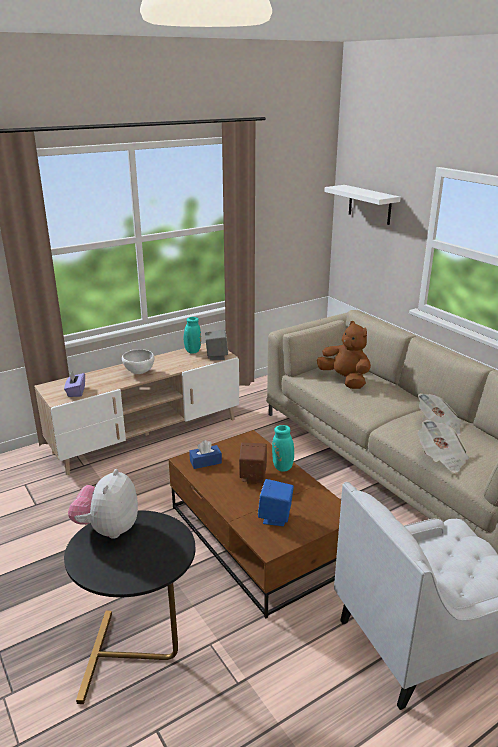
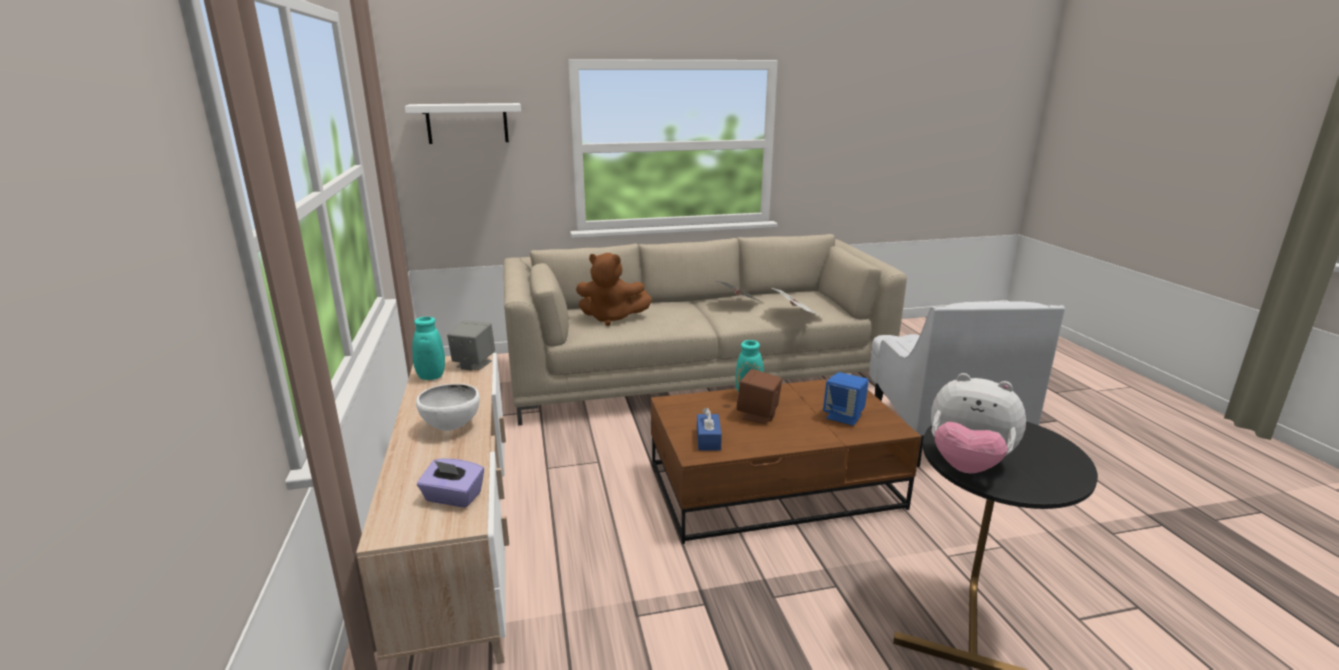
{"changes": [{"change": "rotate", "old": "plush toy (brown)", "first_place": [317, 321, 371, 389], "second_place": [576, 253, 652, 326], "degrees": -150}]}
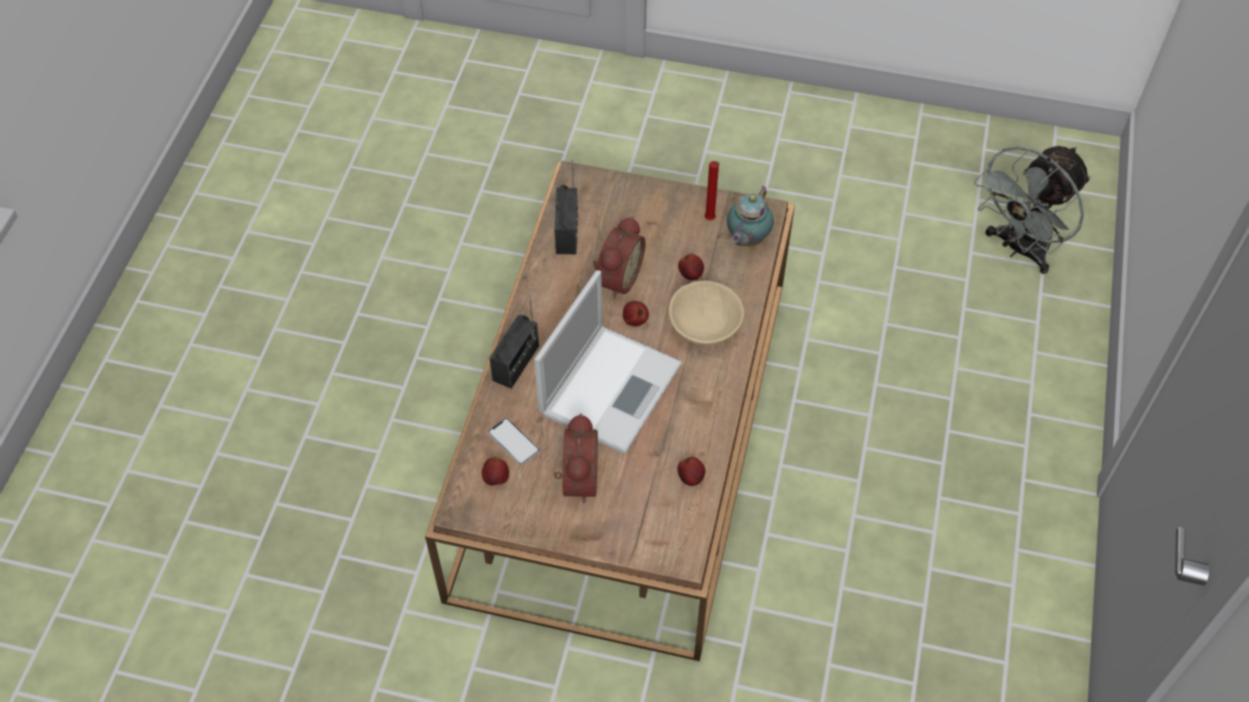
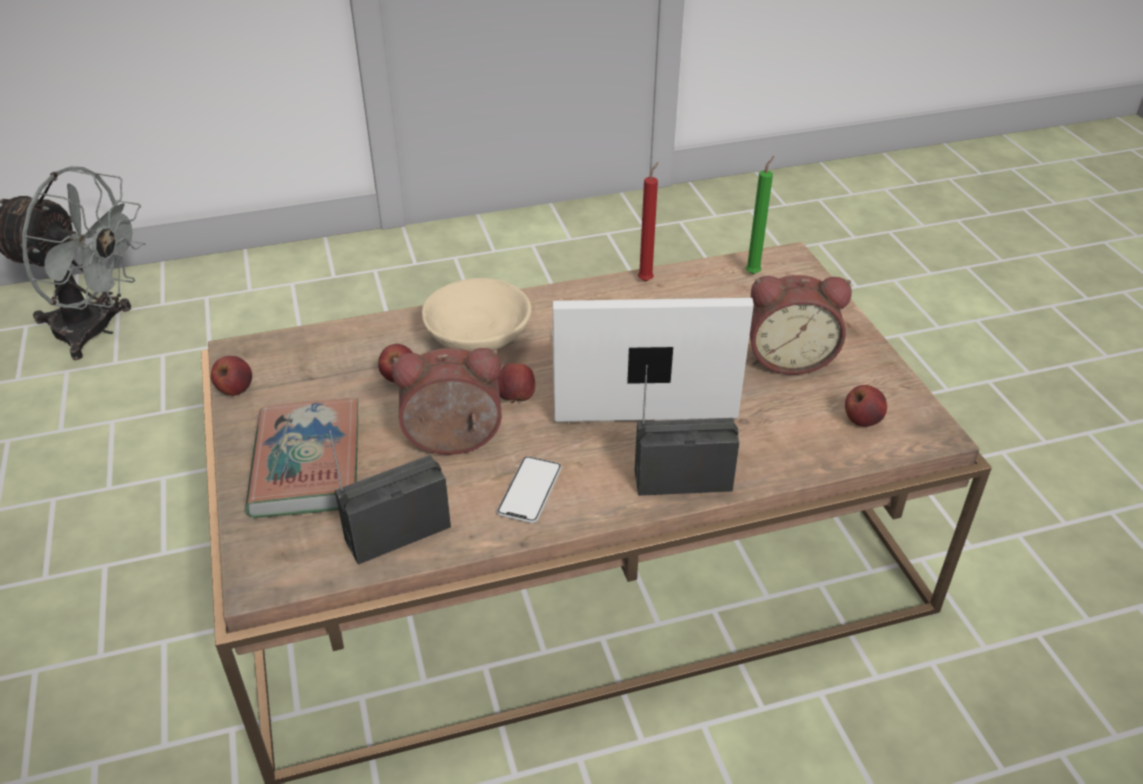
{"changes": [{"change": "move", "old": "candle (red)", "first_place": [704, 161, 720, 220], "second_place": [638, 162, 659, 282]}, {"change": "delete", "old": "teapot", "first_place": [727, 185, 774, 247]}, {"change": "rotate", "old": "alarm clock", "first_place": [554, 413, 598, 503], "second_place": [750, 275, 852, 375], "degrees": -150}, {"change": "move", "old": "phone", "first_place": [488, 418, 540, 465], "second_place": [497, 456, 562, 523]}, {"change": "move", "old": "apple", "first_place": [678, 457, 705, 486], "second_place": [211, 356, 252, 396]}, {"change": "insert", "new": "candle (green)", "second_place": [746, 156, 775, 274]}, {"change": "insert", "new": "book", "second_place": [245, 398, 358, 518]}]}
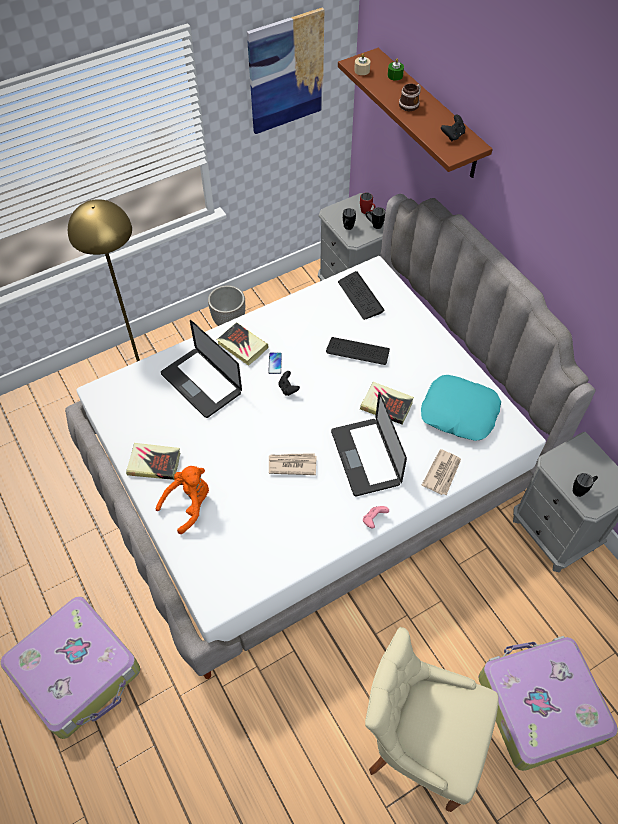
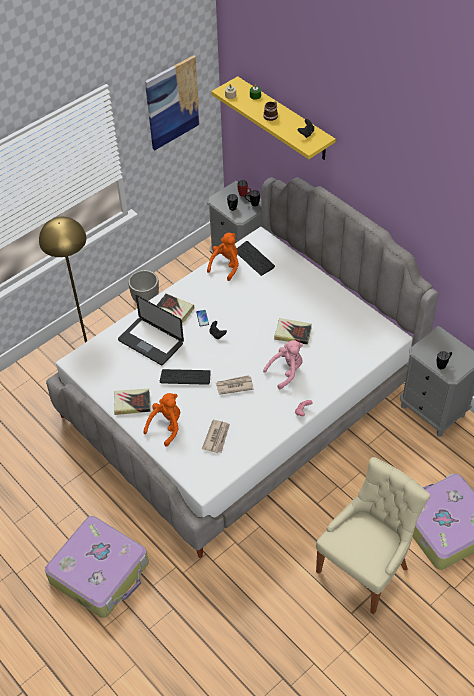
{"changes": [{"change": "recolor", "old": "shelf (brown)", "new": "shelf (yellow)", "first_place": [338, 48, 493, 178], "second_place": [211, 76, 336, 160]}, {"change": "move", "old": "keyboard", "first_place": [326, 337, 390, 365], "second_place": [160, 369, 211, 385]}, {"change": "delete", "old": "pillow (turquoise)", "first_place": [421, 375, 501, 441]}, {"change": "replace", "old": "laptop", "new": "plush toy (pink)", "first_place": [331, 392, 407, 496], "second_place": [263, 340, 303, 389]}, {"change": "move", "old": "newspaper", "first_place": [422, 449, 461, 495], "second_place": [202, 420, 230, 453]}, {"change": "rotate", "old": "chair (beige)", "first_place": [365, 627, 499, 812], "second_place": [316, 457, 430, 615], "degrees": 120}, {"change": "insert", "new": "plush toy (orange)", "second_place": [207, 233, 239, 281]}]}
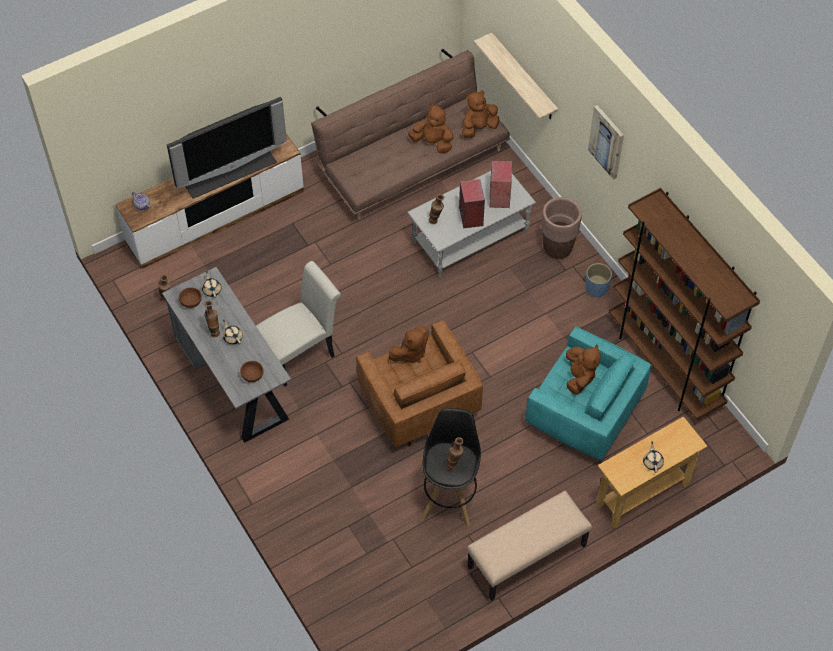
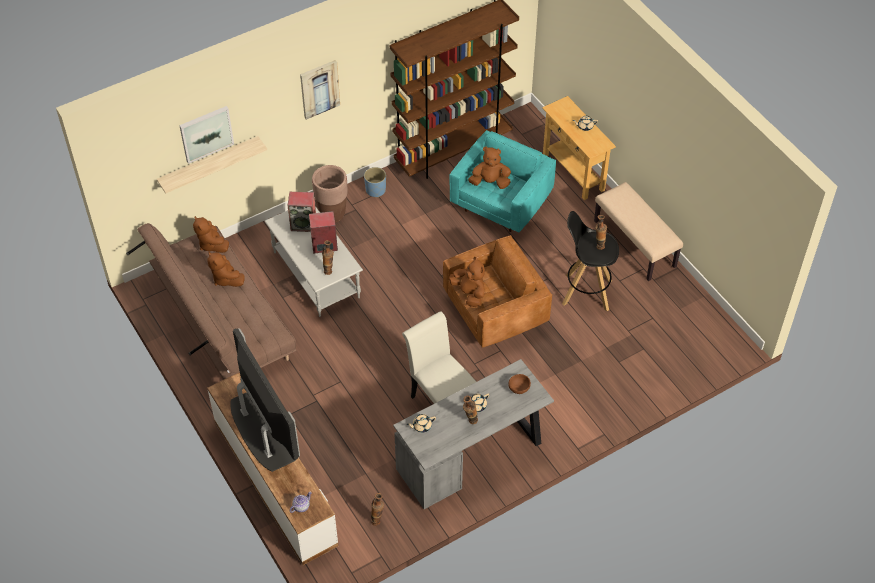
{"changes": [{"change": "rotate", "old": "plush toy (brown)", "first_place": [408, 104, 454, 153], "second_place": [207, 252, 245, 287], "degrees": -60}, {"change": "delete", "old": "bowl (brown)", "first_place": [179, 287, 202, 308]}, {"change": "insert", "new": "picture", "second_place": [179, 106, 234, 164]}]}
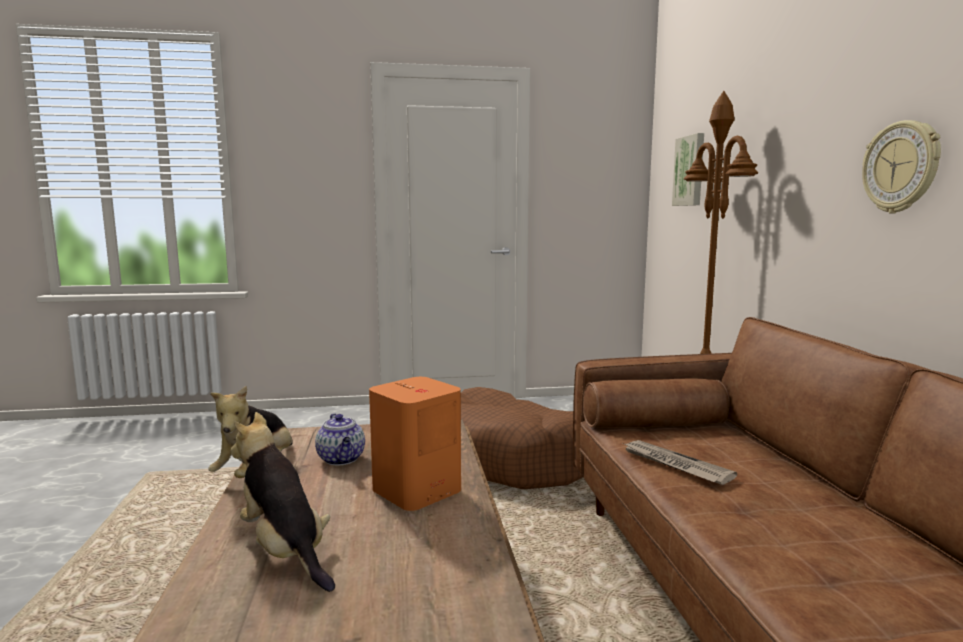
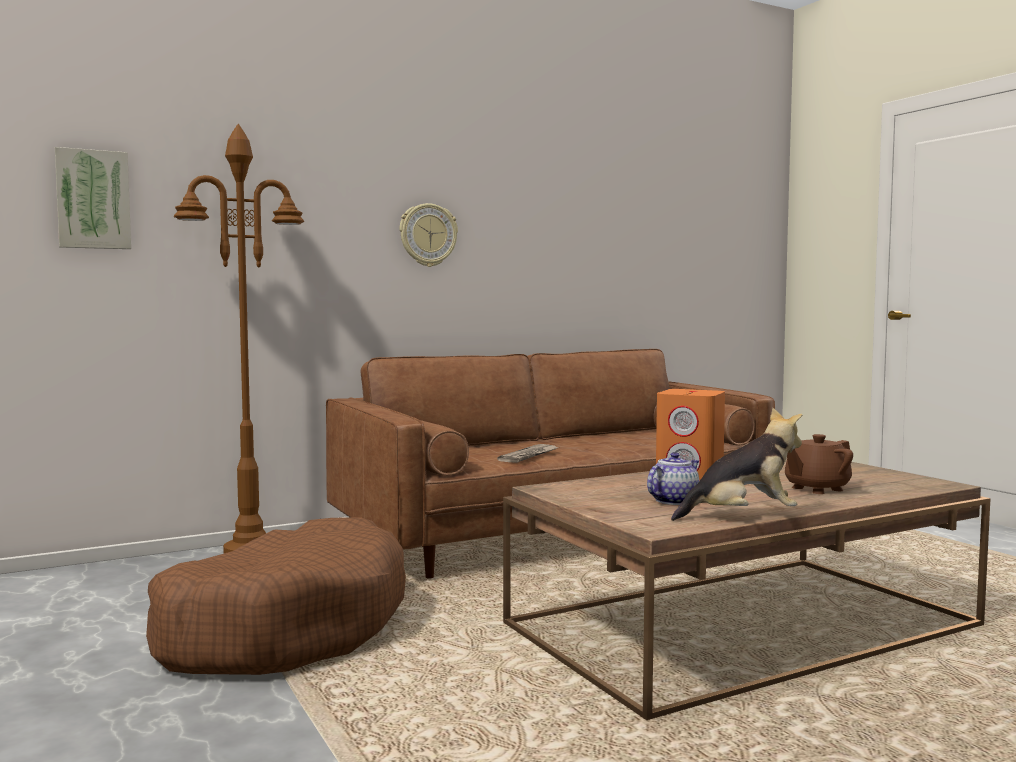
{"changes": [{"change": "replace", "old": "plush toy", "new": "teapot (brown)", "first_place": [230, 412, 335, 592], "second_place": [785, 434, 853, 494]}]}
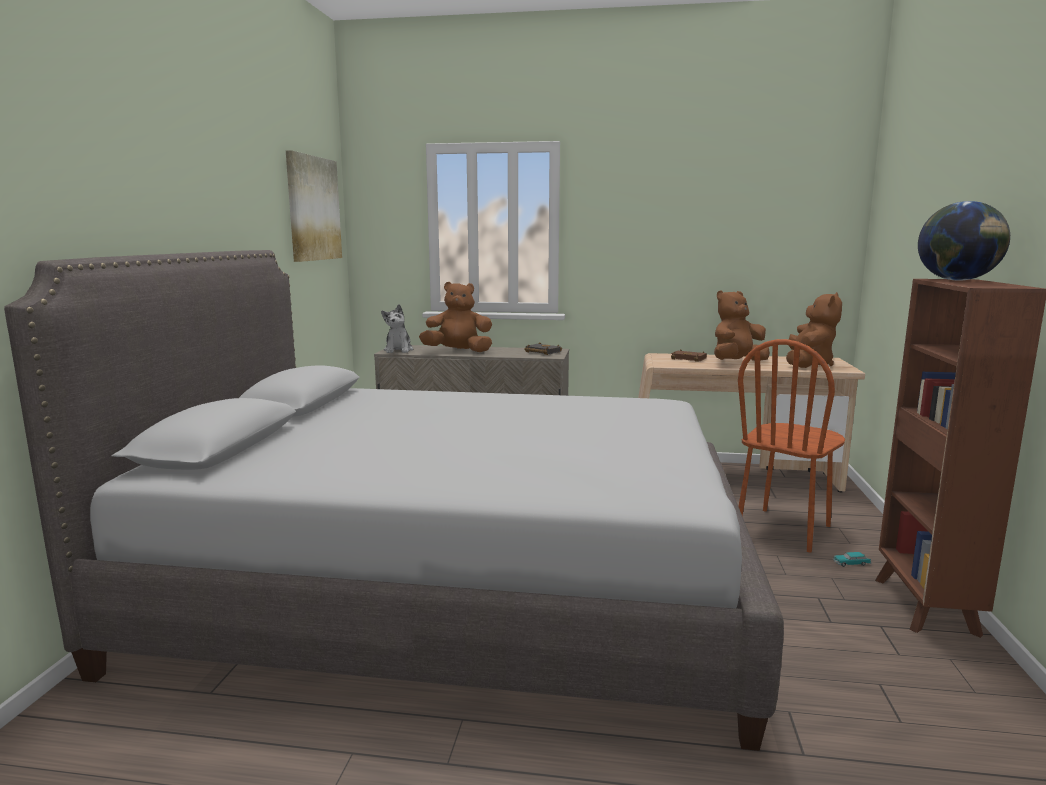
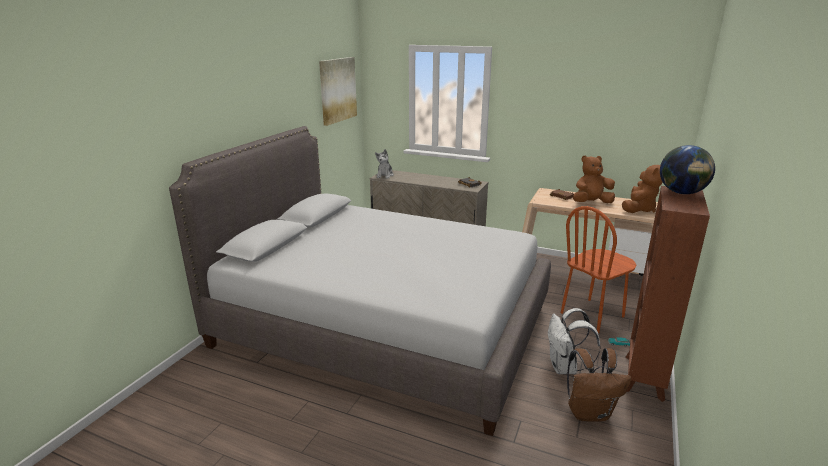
{"changes": [{"change": "delete", "old": "plush toy (brown)", "first_place": [419, 282, 492, 352]}, {"change": "insert", "new": "backpack (white)", "second_place": [548, 308, 600, 374]}, {"change": "insert", "new": "backpack (brown)", "second_place": [567, 348, 631, 422]}]}
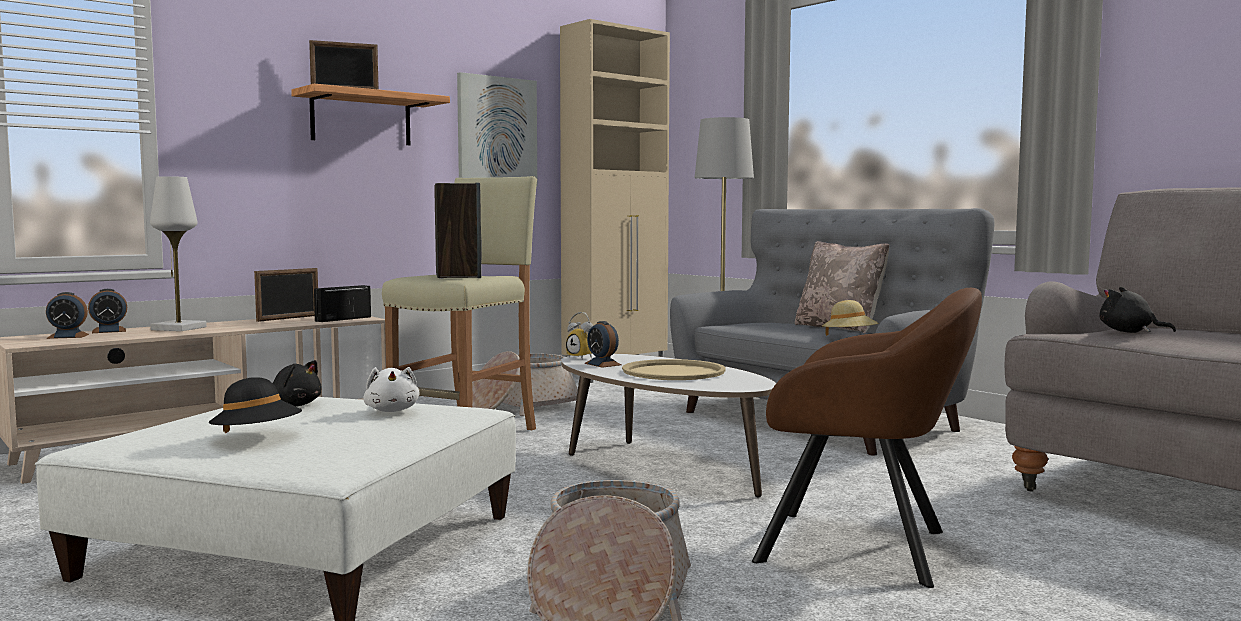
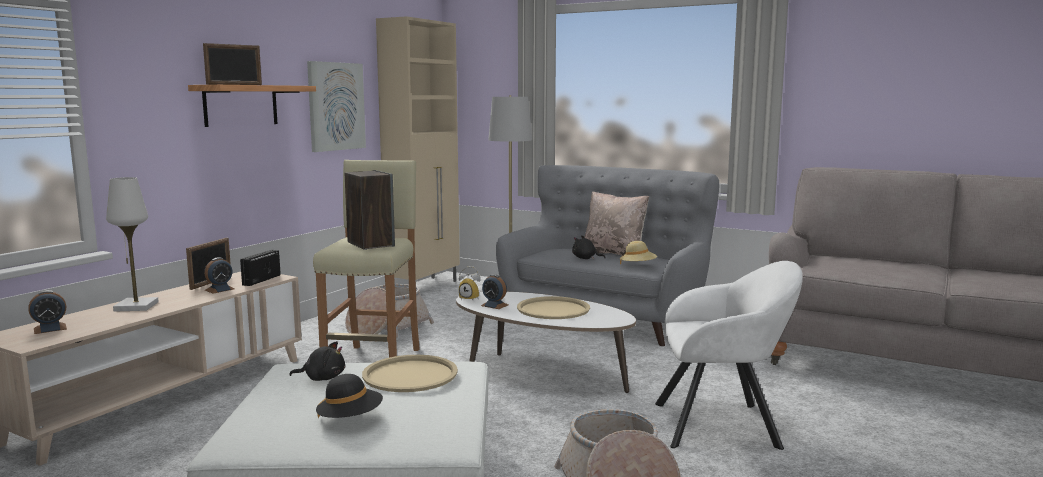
{"changes": [{"change": "move", "old": "plush toy (black)", "first_place": [1099, 287, 1176, 333], "second_place": [572, 235, 605, 259]}, {"change": "recolor", "old": "armchair (brown)", "new": "armchair (white)", "first_place": [752, 288, 982, 588], "second_place": [655, 261, 803, 450]}, {"change": "move", "old": "alarm clock", "first_place": [88, 289, 127, 333], "second_place": [204, 257, 235, 294]}, {"change": "replace", "old": "plush toy (white)", "new": "tray (beige)", "first_place": [363, 367, 419, 412], "second_place": [362, 355, 458, 392]}]}
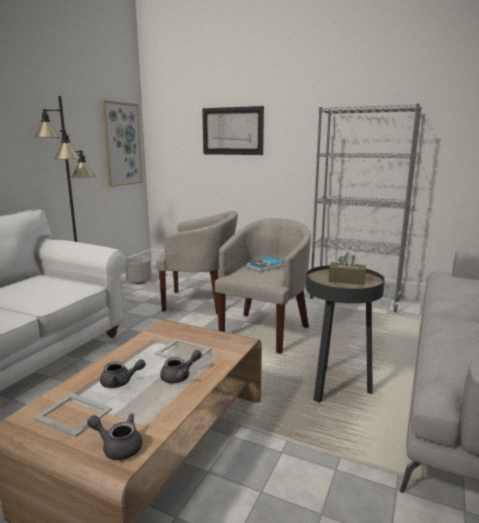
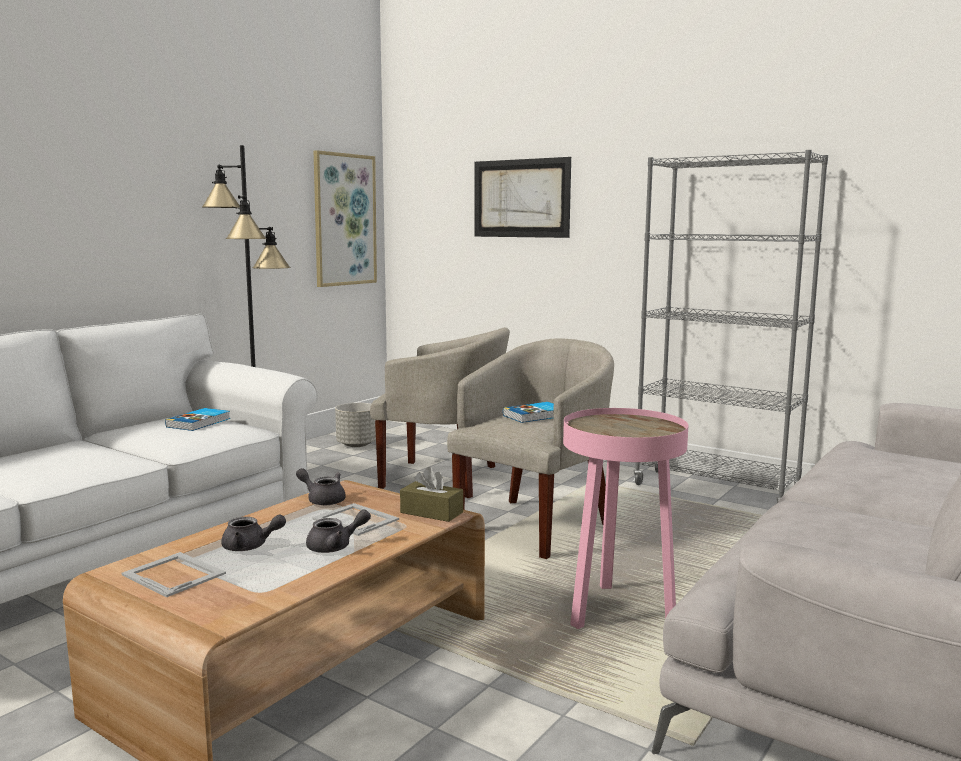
{"changes": [{"change": "move", "old": "tissue box (brown)", "first_place": [329, 252, 366, 285], "second_place": [400, 467, 463, 522]}, {"change": "recolor", "old": "side table (black)", "new": "side table (pink)", "first_place": [306, 265, 385, 403], "second_place": [563, 408, 688, 629]}, {"change": "move", "old": "teapot (grey)", "first_place": [87, 413, 142, 460], "second_place": [296, 468, 346, 505]}, {"change": "insert", "new": "book", "second_place": [165, 408, 230, 431]}]}
